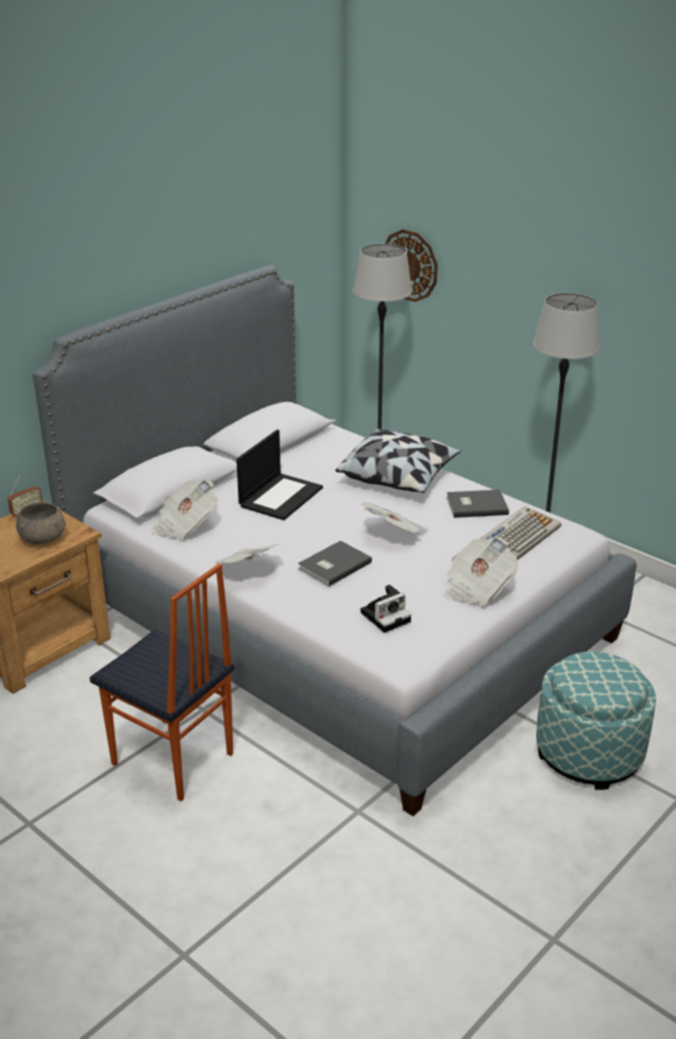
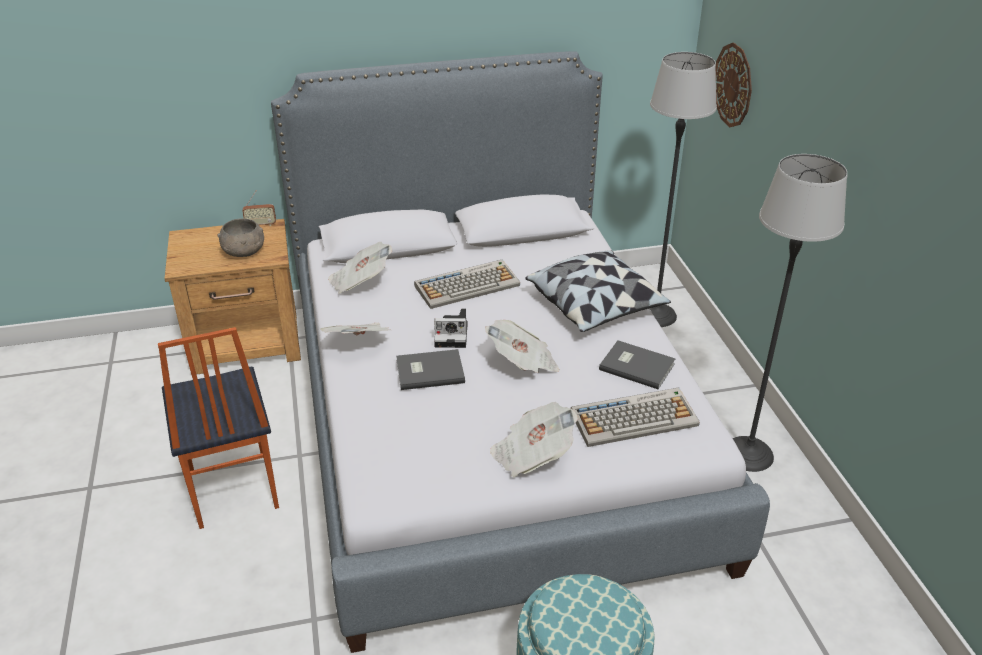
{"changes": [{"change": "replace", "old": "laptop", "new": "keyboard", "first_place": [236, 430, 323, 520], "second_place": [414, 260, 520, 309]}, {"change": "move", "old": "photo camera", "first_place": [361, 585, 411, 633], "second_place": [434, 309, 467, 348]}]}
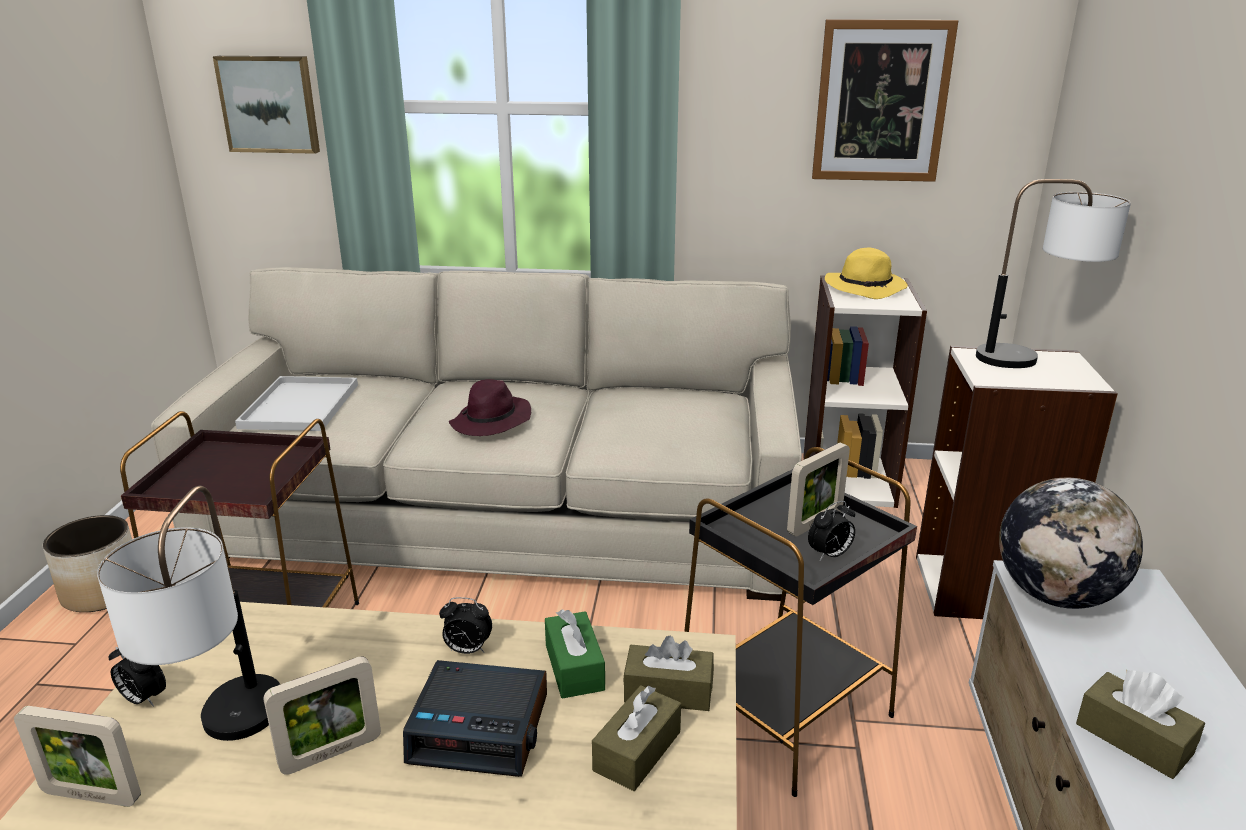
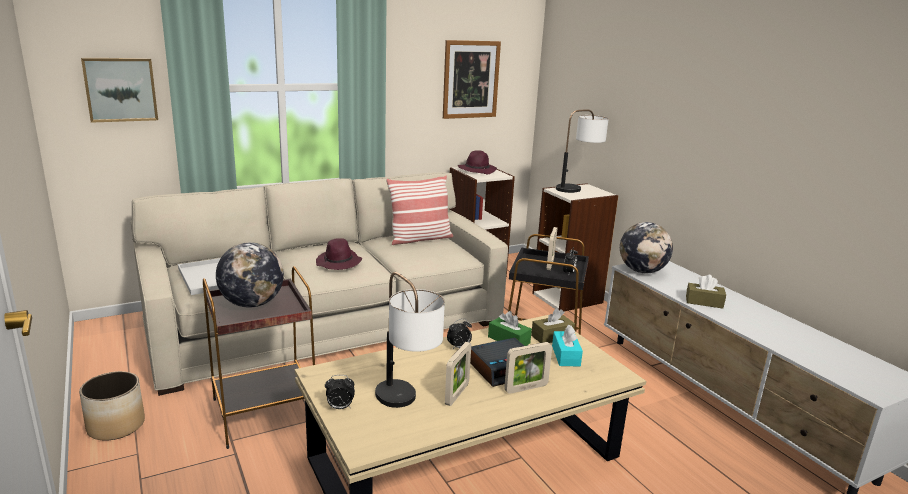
{"changes": [{"change": "recolor", "old": "hat (yellow)", "new": "hat (purple)", "first_place": [825, 247, 908, 299], "second_place": [458, 150, 497, 174]}, {"change": "recolor", "old": "tissue box (brown)", "new": "tissue box (turquoise)", "first_place": [592, 685, 681, 791], "second_place": [552, 325, 583, 367]}, {"change": "move", "old": "picture frame", "first_place": [14, 706, 141, 807], "second_place": [504, 342, 552, 394]}, {"change": "insert", "new": "pillow", "second_place": [386, 176, 453, 245]}, {"change": "insert", "new": "globe", "second_place": [216, 242, 284, 308]}]}
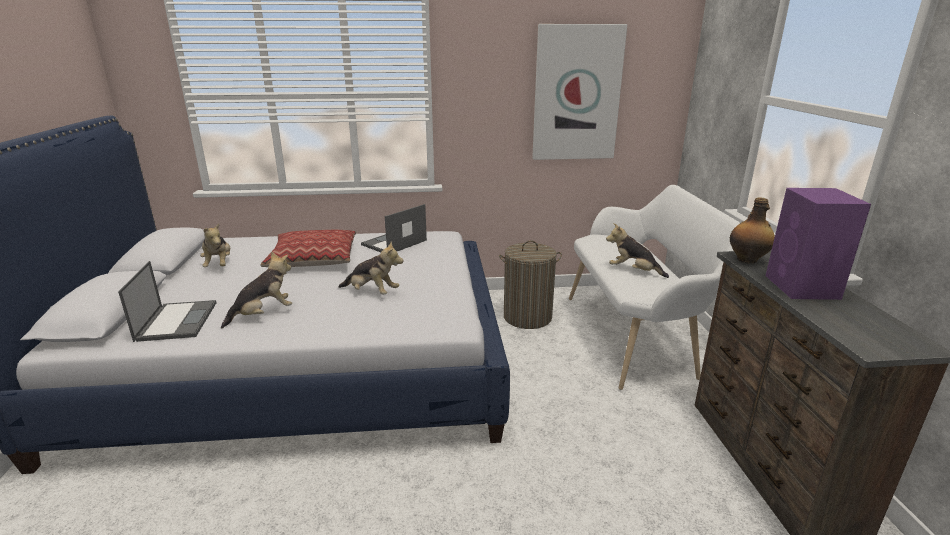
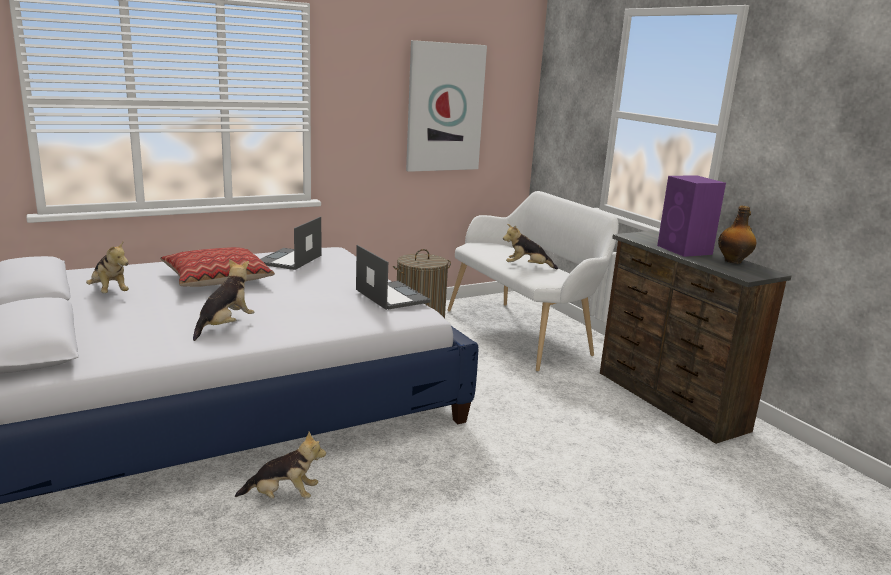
{"changes": [{"change": "move", "old": "bottle", "first_place": [730, 197, 775, 264], "second_place": [718, 206, 756, 264]}, {"change": "move", "old": "plush toy", "first_place": [338, 241, 404, 295], "second_place": [235, 432, 326, 499]}, {"change": "move", "old": "laptop", "first_place": [118, 261, 216, 342], "second_place": [356, 245, 431, 310]}]}
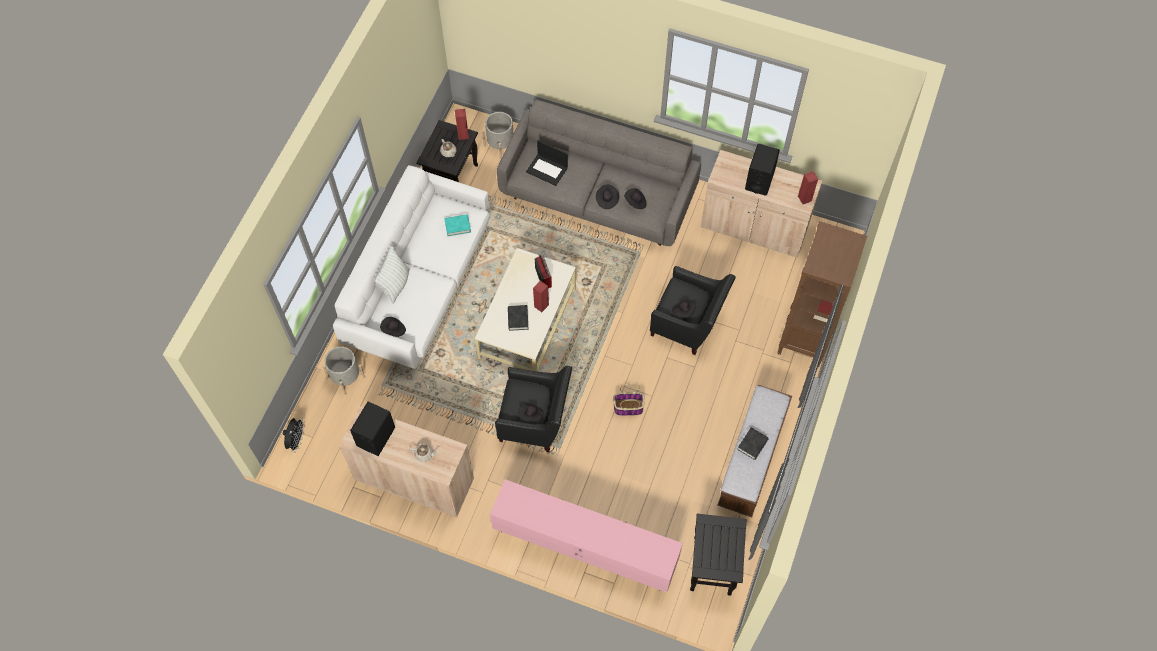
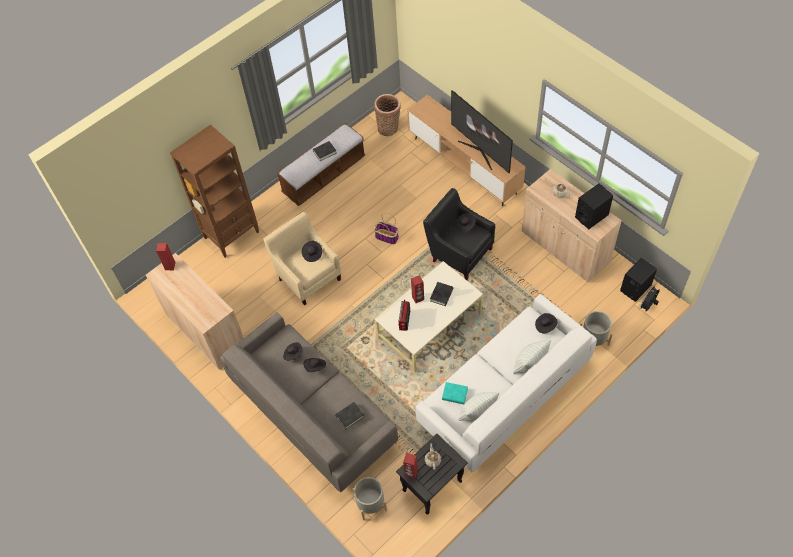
{"changes": [{"change": "replace", "old": "laptop", "new": "book (black)", "first_place": [526, 140, 568, 186], "second_place": [335, 402, 364, 429]}, {"change": "move", "old": "speaker (black)", "first_place": [745, 144, 780, 196], "second_place": [620, 258, 657, 302]}, {"change": "recolor", "old": "armchair (black)", "new": "armchair (beige)", "first_place": [650, 266, 736, 355], "second_place": [263, 212, 341, 306]}, {"change": "recolor", "old": "tv stand (pink)", "new": "tv stand (brown)", "first_place": [490, 479, 683, 592], "second_place": [407, 95, 526, 206]}, {"change": "replace", "old": "side table (black)", "new": "basket", "first_place": [690, 514, 747, 595], "second_place": [374, 94, 401, 136]}, {"change": "insert", "new": "television", "second_place": [451, 90, 513, 174]}, {"change": "insert", "new": "pillow", "second_place": [458, 392, 499, 421]}]}
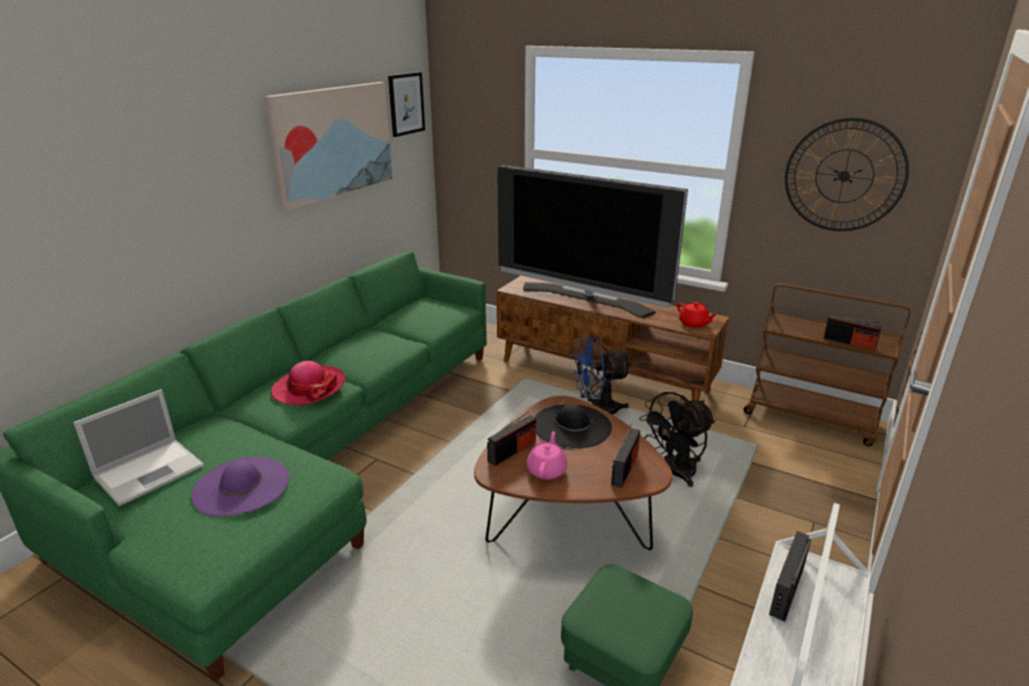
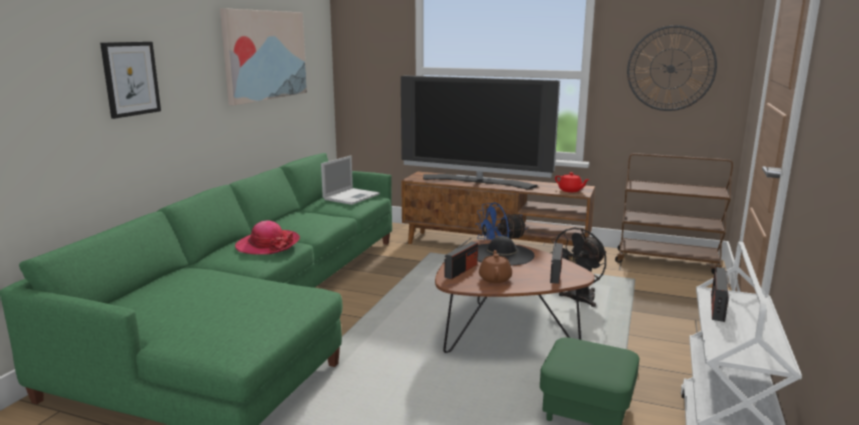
{"changes": [{"change": "move", "old": "picture", "first_place": [388, 72, 425, 137], "second_place": [100, 42, 161, 119]}, {"change": "delete", "old": "radio", "first_place": [823, 315, 882, 351]}, {"change": "move", "old": "laptop", "first_place": [73, 389, 204, 506], "second_place": [321, 155, 380, 205]}, {"change": "recolor", "old": "teapot (pink)", "new": "teapot (brown)", "first_place": [527, 431, 567, 480], "second_place": [479, 250, 512, 283]}, {"change": "delete", "old": "hat (purple)", "first_place": [191, 456, 289, 517]}]}
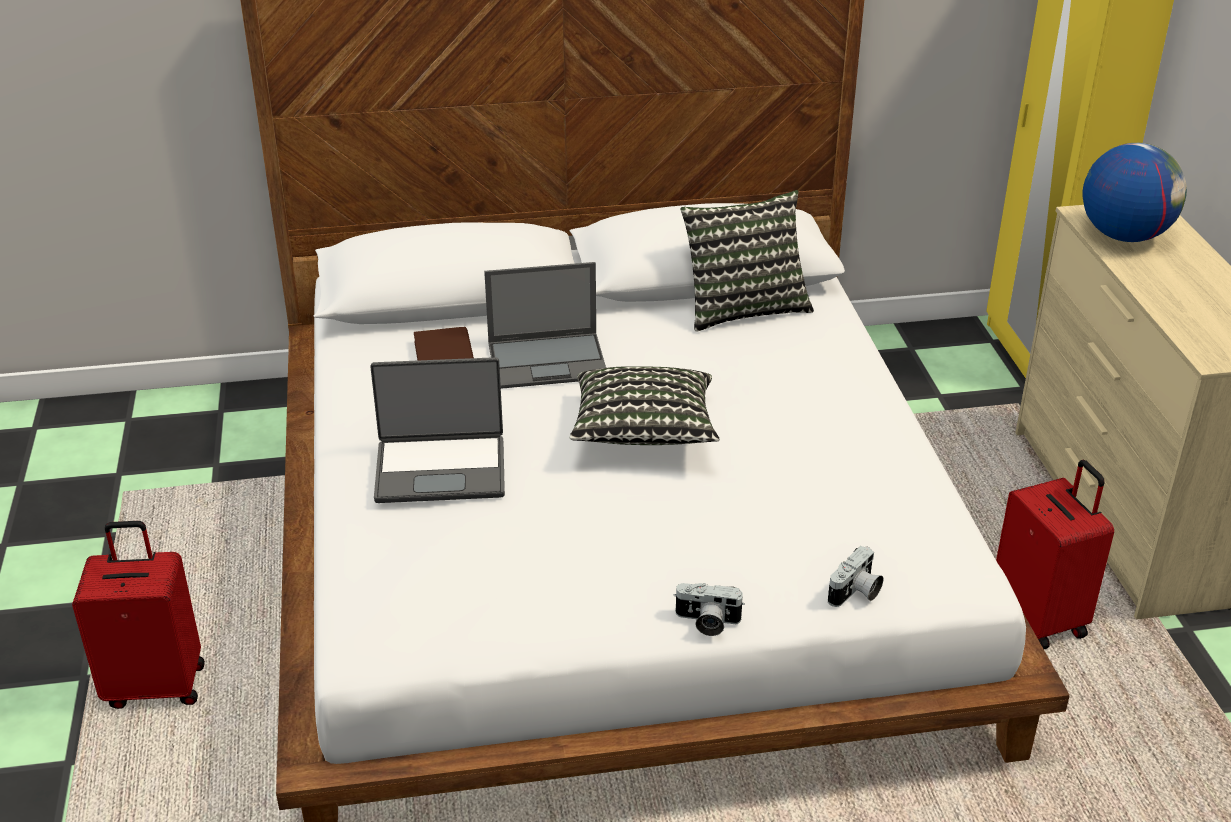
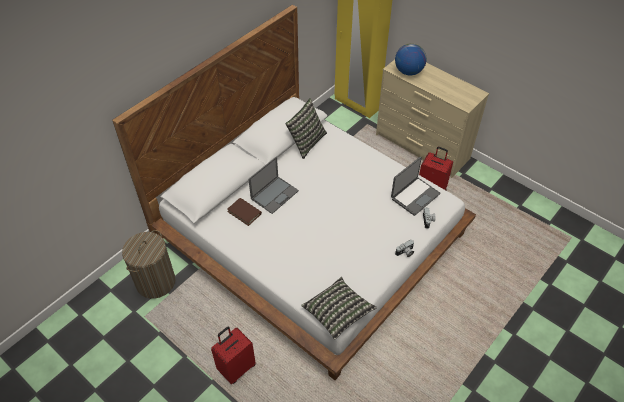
{"changes": [{"change": "move", "old": "laptop", "first_place": [370, 357, 505, 503], "second_place": [391, 157, 440, 216]}, {"change": "move", "old": "pillow", "first_place": [569, 366, 719, 445], "second_place": [301, 277, 377, 340]}, {"change": "insert", "new": "laundry basket", "second_place": [122, 230, 175, 299]}]}
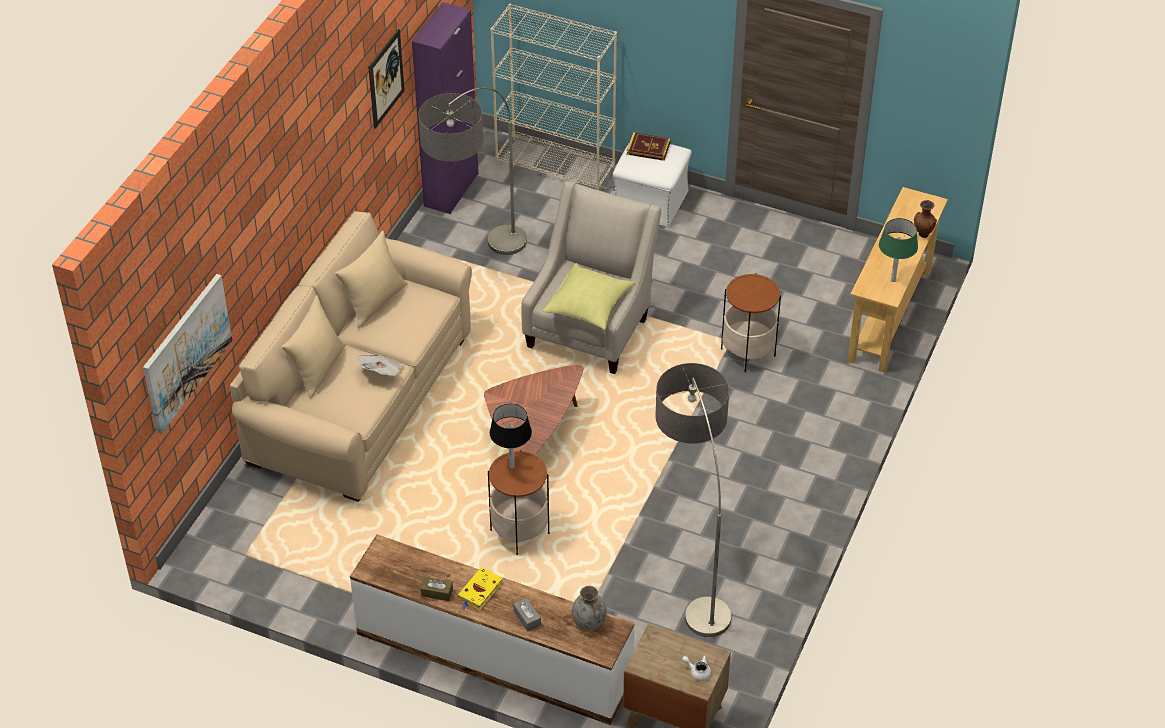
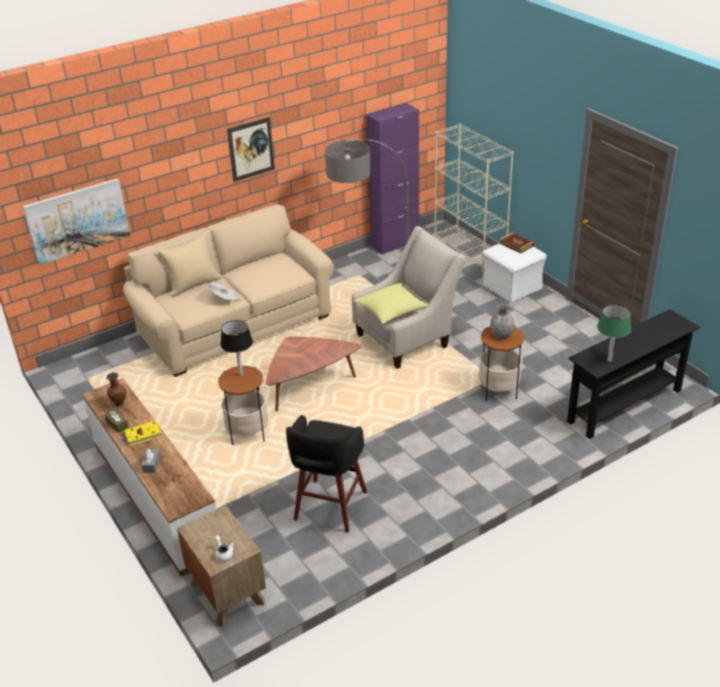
{"changes": [{"change": "move", "old": "picture", "first_place": [368, 29, 405, 129], "second_place": [227, 117, 275, 182]}, {"change": "recolor", "old": "console table (beige)", "new": "console table (black)", "first_place": [847, 187, 948, 373], "second_place": [567, 309, 700, 439]}, {"change": "move", "old": "vase (brown)", "first_place": [914, 200, 937, 238], "second_place": [106, 372, 126, 406]}, {"change": "delete", "old": "pillow (beige)", "first_place": [335, 231, 408, 328]}, {"change": "replace", "old": "floor lamp", "new": "stool (black)", "first_place": [656, 363, 731, 637], "second_place": [286, 415, 367, 532]}, {"change": "move", "old": "vase (grey)", "first_place": [572, 586, 606, 631], "second_place": [490, 304, 514, 338]}]}
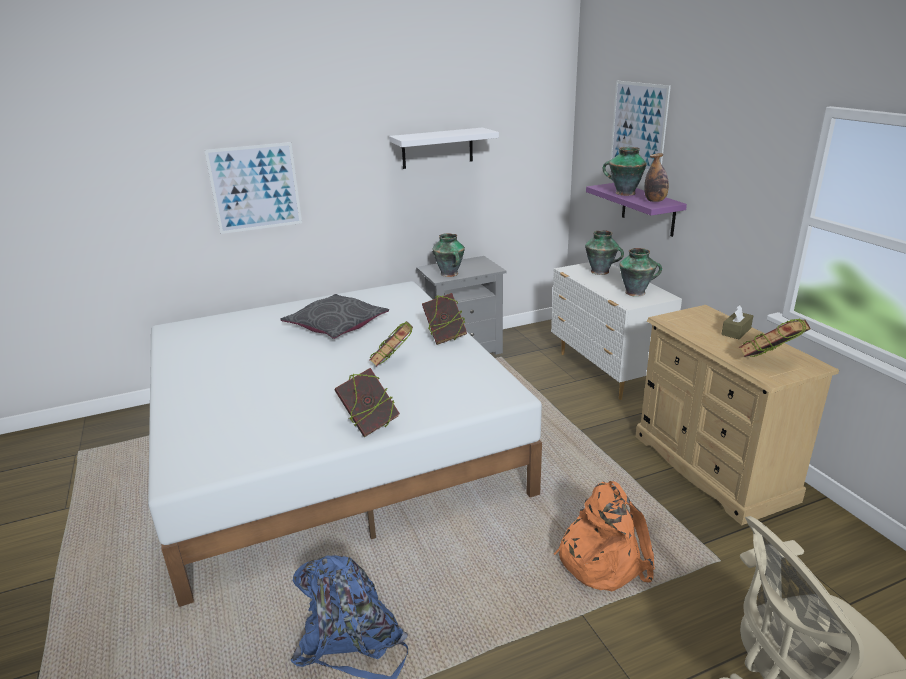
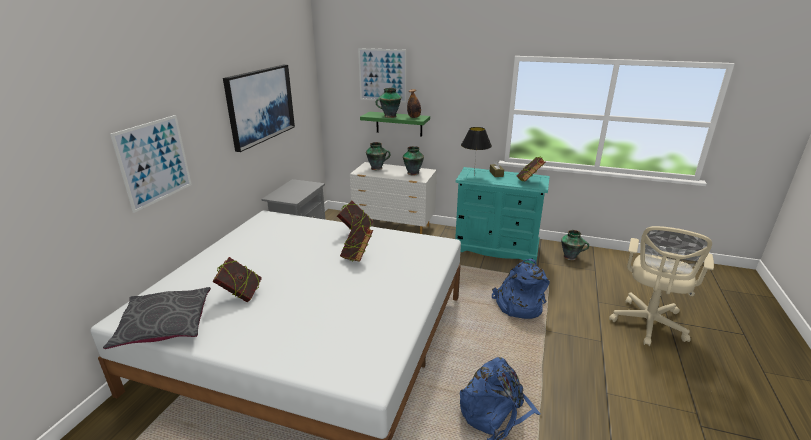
{"changes": [{"change": "replace", "old": "shelf (white)", "new": "picture", "first_place": [389, 127, 499, 169], "second_place": [223, 65, 295, 152]}, {"change": "recolor", "old": "shelf (purple)", "new": "shelf (green)", "first_place": [586, 183, 687, 237], "second_place": [360, 112, 430, 136]}, {"change": "move", "old": "vase", "first_place": [432, 233, 465, 277], "second_place": [561, 230, 589, 260]}, {"change": "move", "old": "pillow (grey)", "first_place": [280, 294, 389, 339], "second_place": [103, 287, 211, 349]}, {"change": "recolor", "old": "dresser (beige)", "new": "dresser (turquoise)", "first_place": [636, 305, 839, 525], "second_place": [455, 167, 550, 264]}, {"change": "move", "old": "book", "first_place": [334, 368, 400, 437], "second_place": [212, 257, 262, 302]}, {"change": "recolor", "old": "backpack (orange)", "new": "backpack (blue)", "first_place": [554, 481, 655, 591], "second_place": [492, 259, 550, 319]}, {"change": "insert", "new": "table lamp (black)", "second_place": [461, 127, 492, 174]}]}
